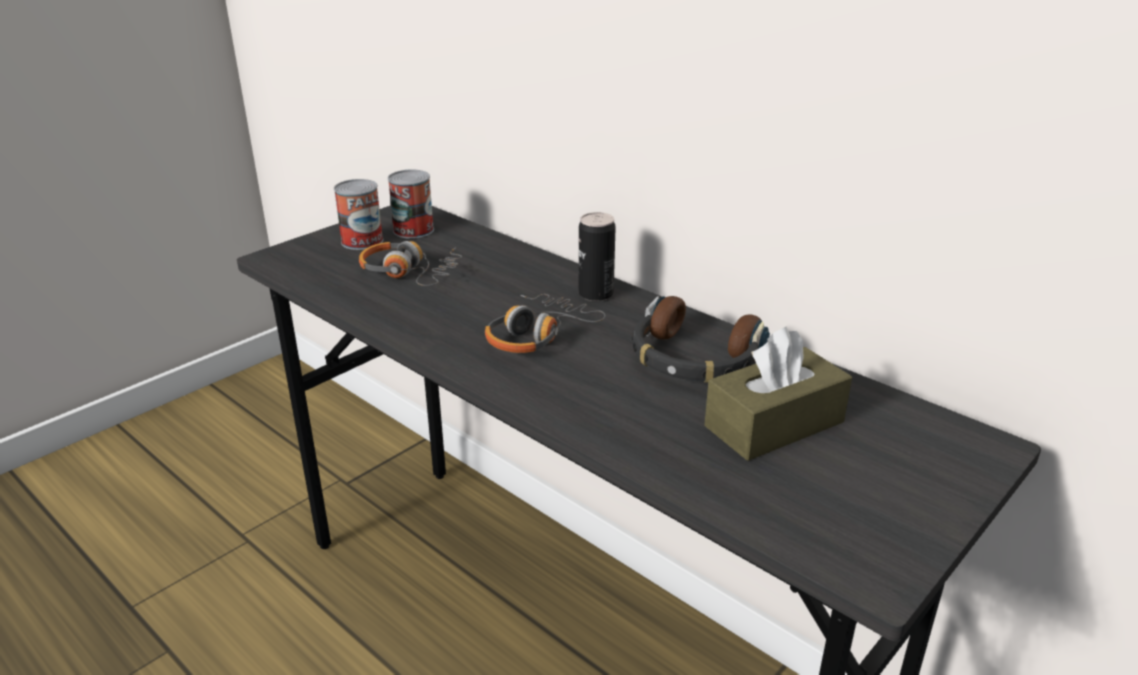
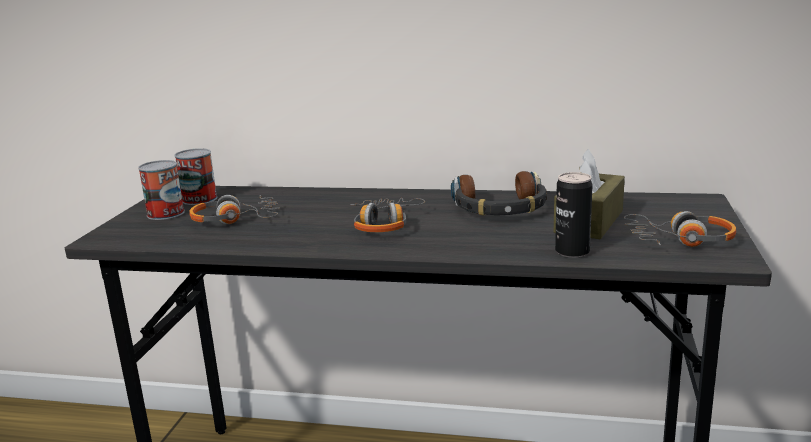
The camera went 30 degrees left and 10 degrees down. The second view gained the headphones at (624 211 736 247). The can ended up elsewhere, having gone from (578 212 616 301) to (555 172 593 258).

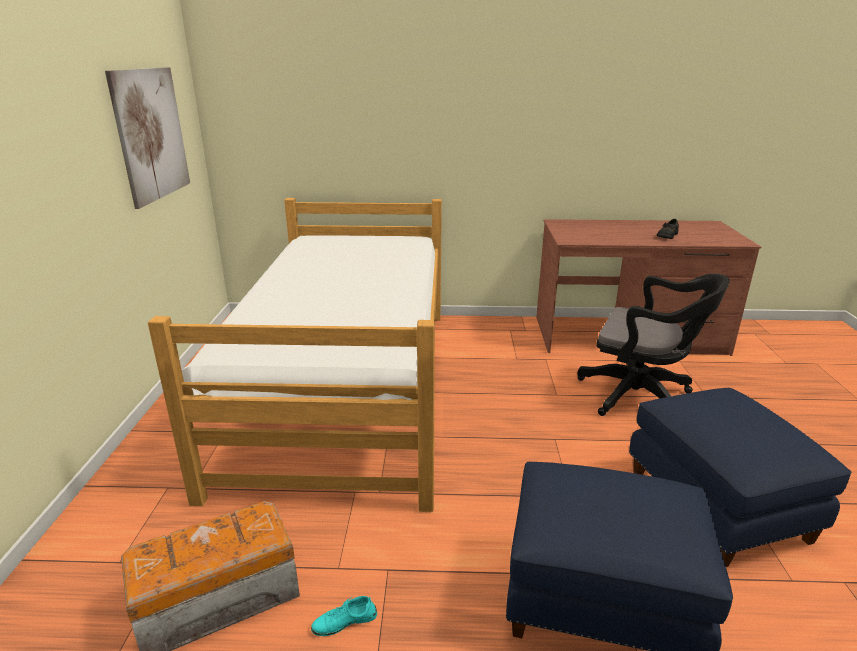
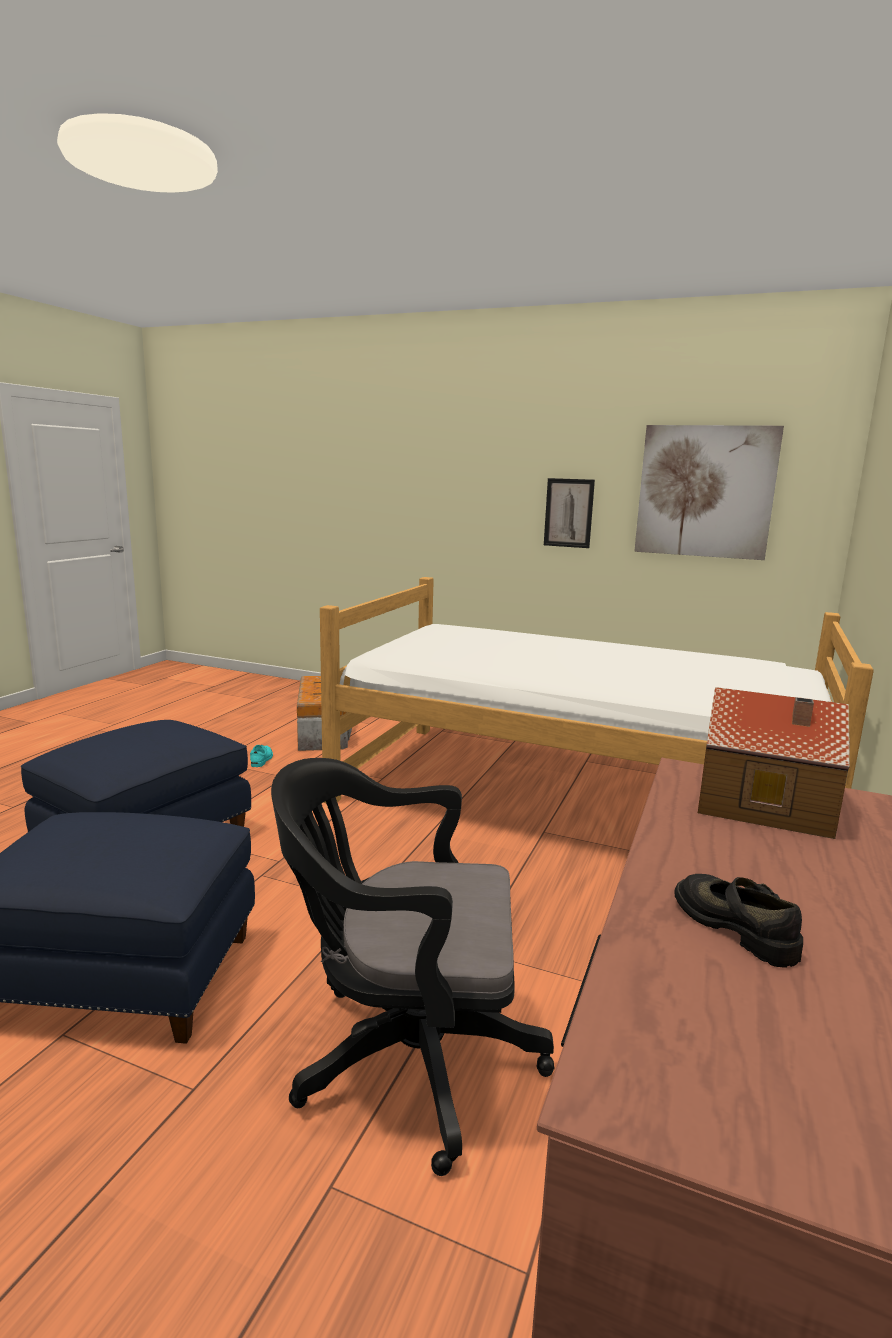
The camera went 110 degrees right and 10 degrees down. The second view gained the picture at (544 478 595 548). The second view gained the toy house at (698 687 850 839). The office chair in black at (577 274 730 416) ended up facing another way, 45 degrees clockwise from before.

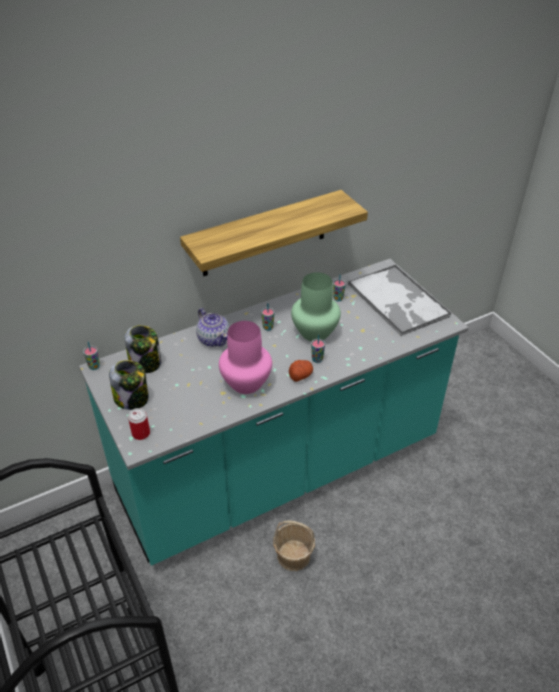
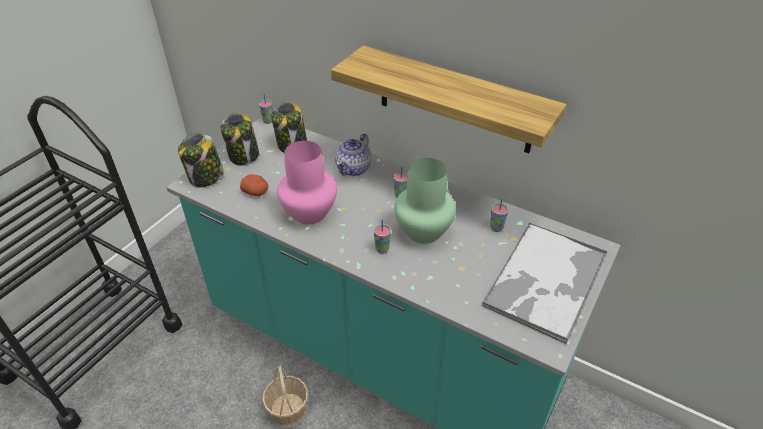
The camera went 60 degrees right and 0 degrees up. The potato ended up elsewhere, having gone from (289 360 313 382) to (240 174 268 196). Where the can stood at (128 408 150 440), the jar came to stand at (178 133 224 188).

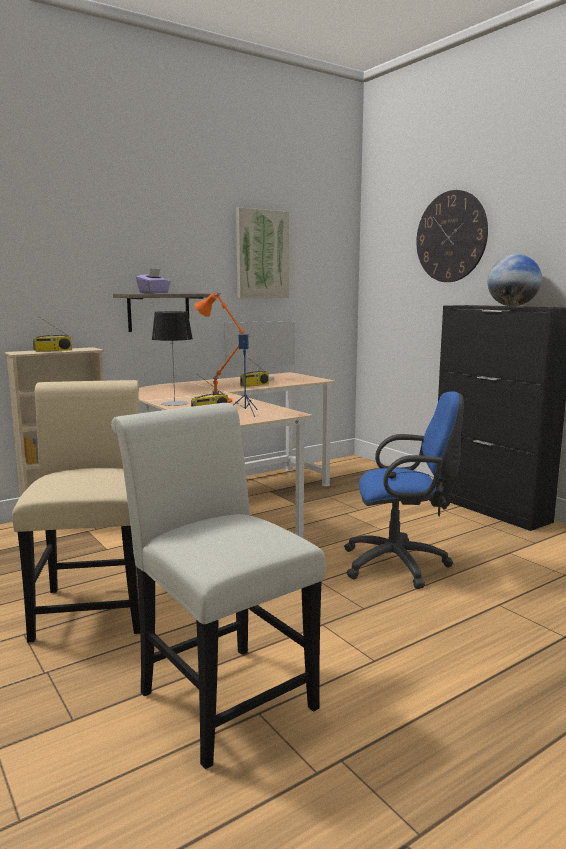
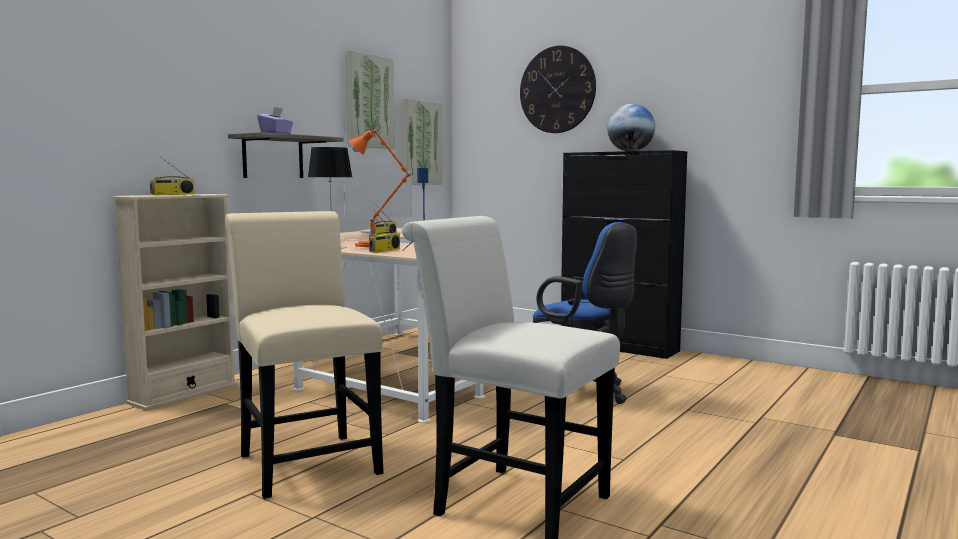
The camera went 20 degrees left and 5 degrees down. The second view gained the picture at (401 98 443 185). The office chair in blue at (344 391 464 589) ended up facing another way, 60 degrees clockwise from before.

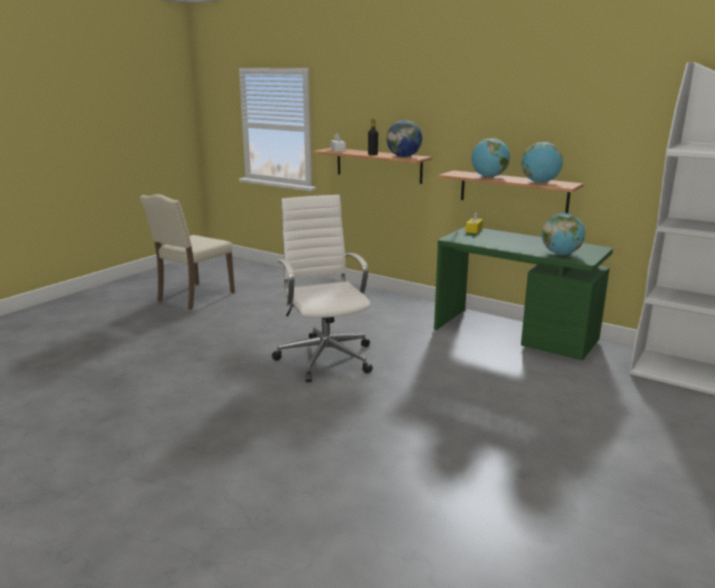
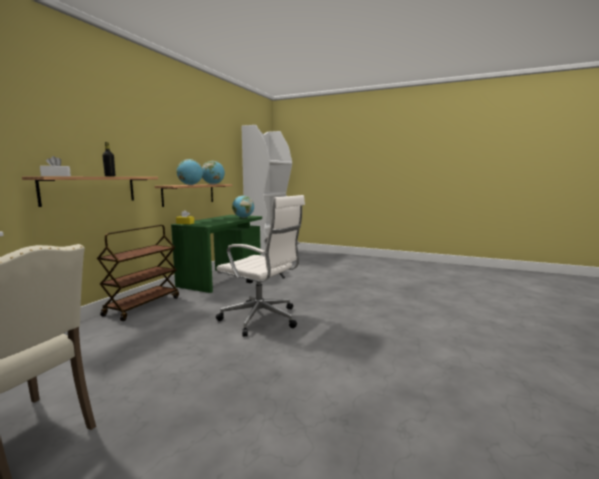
The camera went 100 degrees left and 10 degrees down. The second view lost the globe at (387 120 422 157). The second view gained the cart in brown at (97 225 179 321). The office chair in white at (272 195 373 382) ended up facing another way, 120 degrees counterclockwise from before.

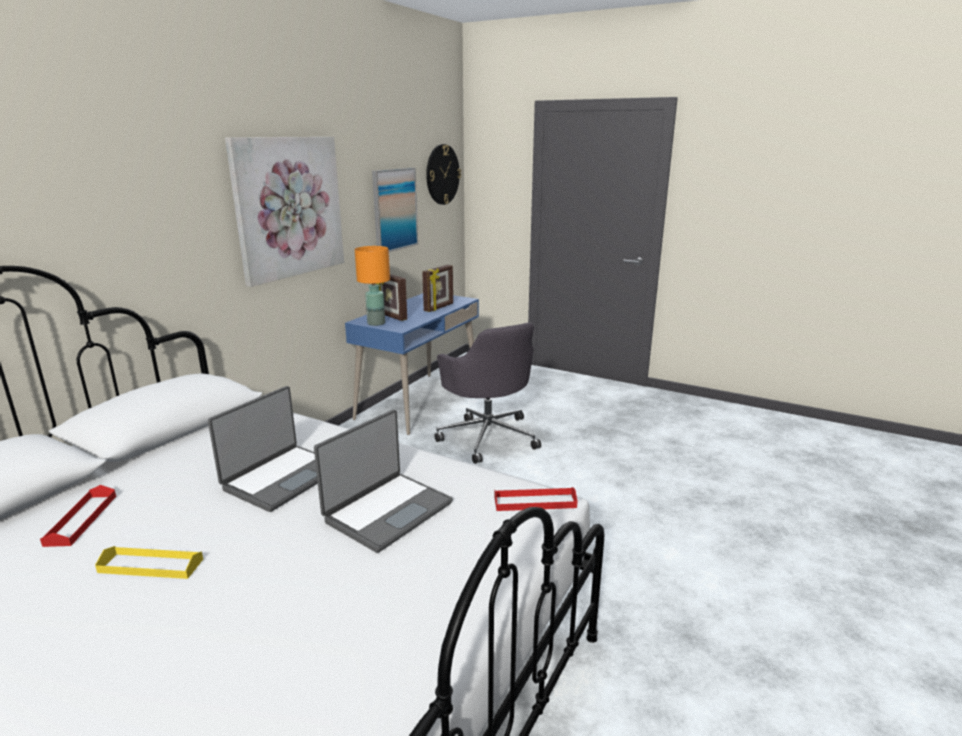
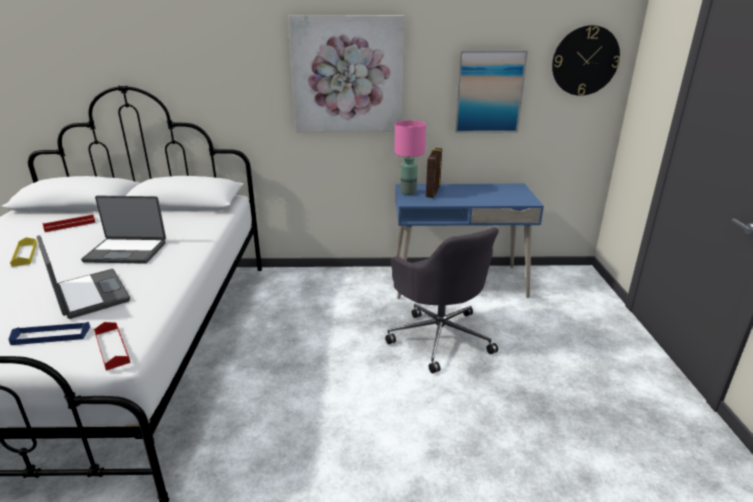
The camera went 60 degrees right and 5 degrees up. The second view lost the picture frame at (422 265 453 312). The second view gained the tray in blue at (8 322 90 345). What was the table lamp in orange at (355 246 390 326) turned into the table lamp in pink at (394 120 426 195). The laptop at (314 409 453 553) ended up facing another way, 135 degrees counterclockwise from before. The office chair in grey at (435 322 541 464) ended up facing another way, 60 degrees counterclockwise from before.

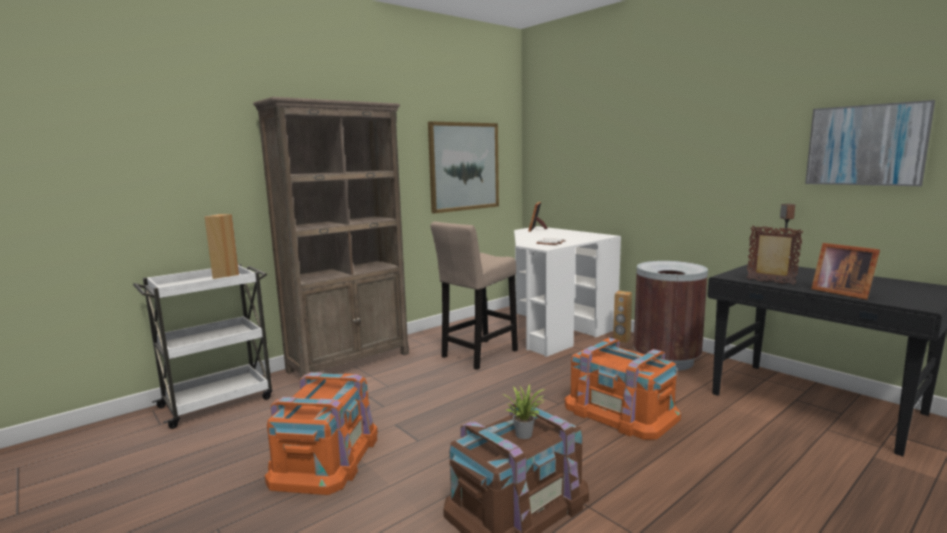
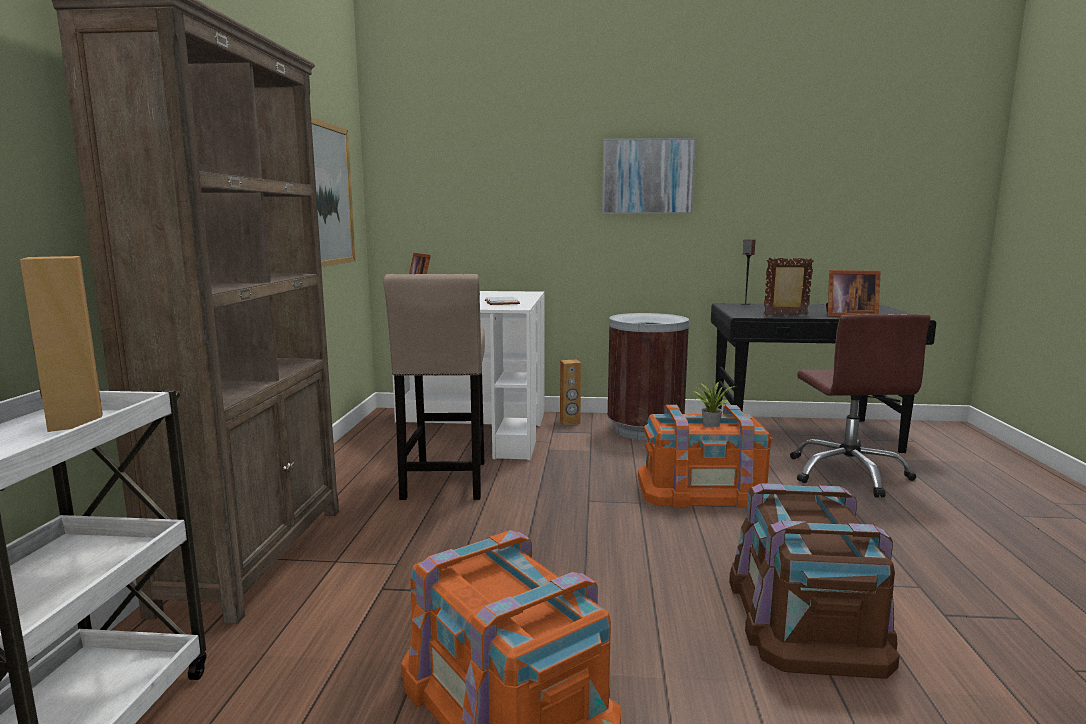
The camera went 45 degrees left and 0 degrees up. The second view gained the office chair in brown at (790 314 931 498). The potted plant ended up elsewhere, having gone from (503 384 545 439) to (693 382 732 427). The picture ended up elsewhere, having gone from (805 100 935 186) to (602 138 696 214).

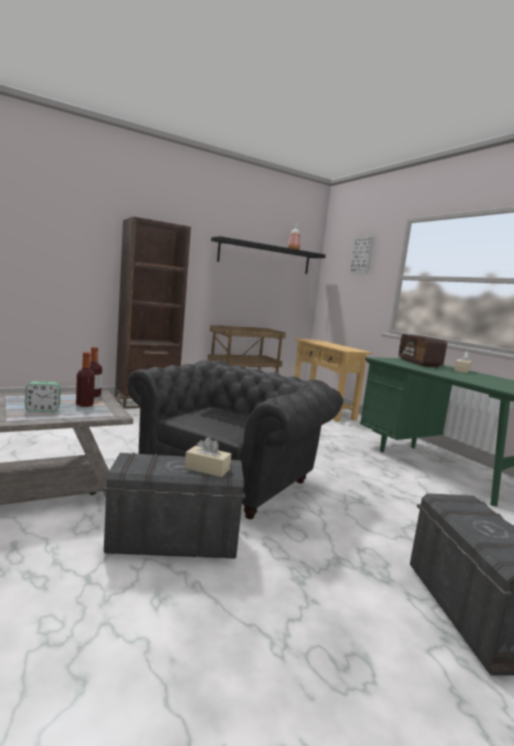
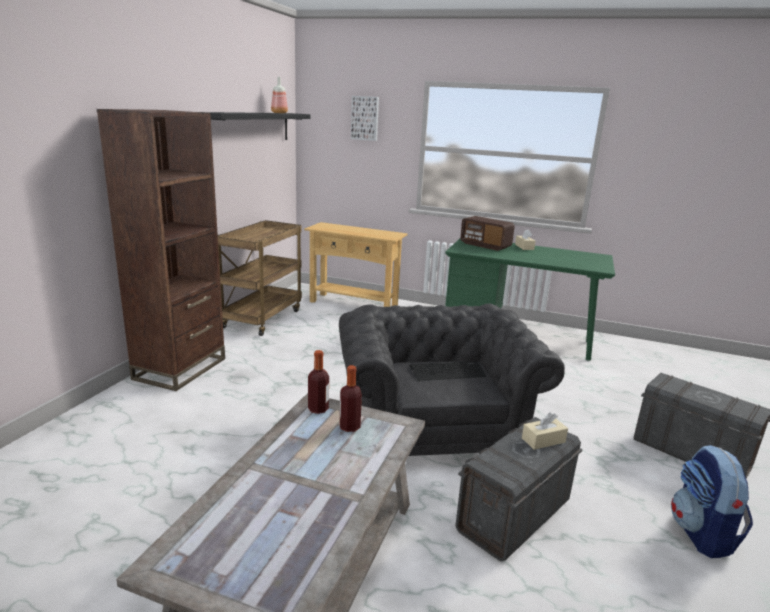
The camera went 40 degrees left and 10 degrees up. The second view lost the alarm clock at (25 381 61 412). The second view gained the backpack at (671 445 753 558).

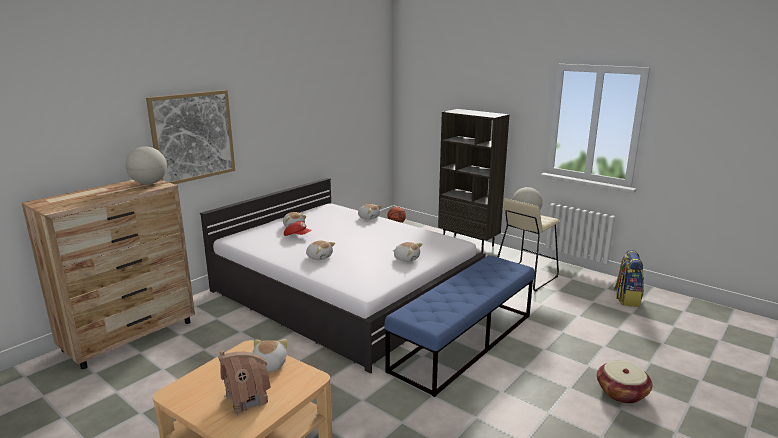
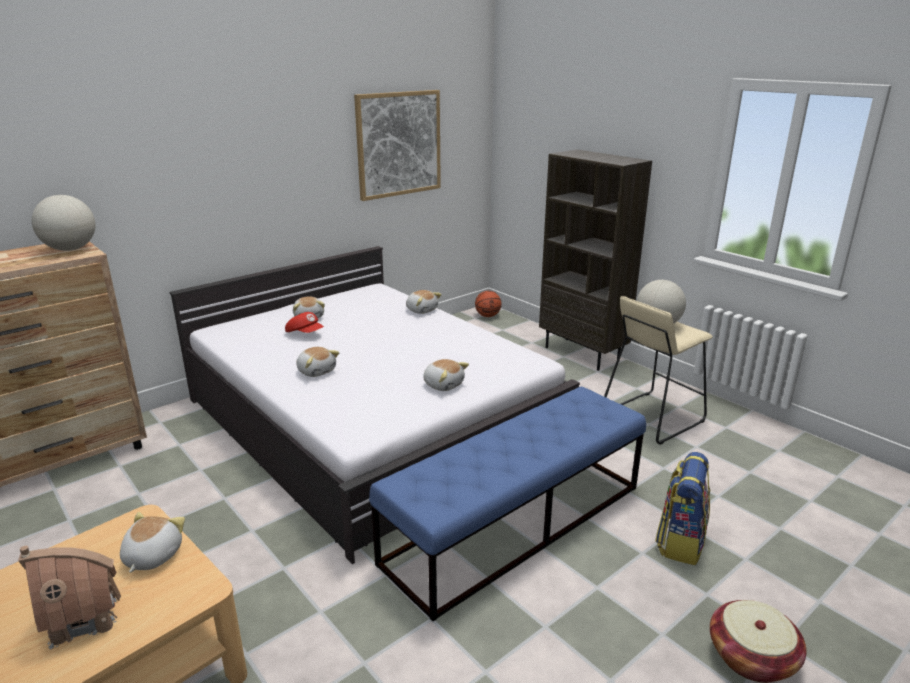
The camera went 10 degrees right and 5 degrees up. The picture ended up elsewhere, having gone from (146 90 235 184) to (354 90 441 201). The backpack ended up elsewhere, having gone from (614 250 644 307) to (655 452 710 565).

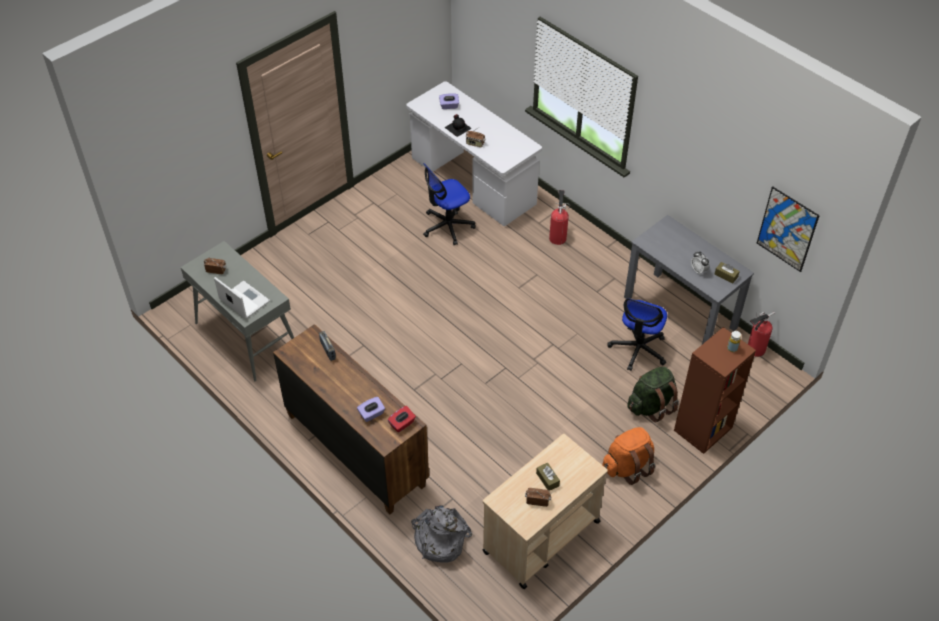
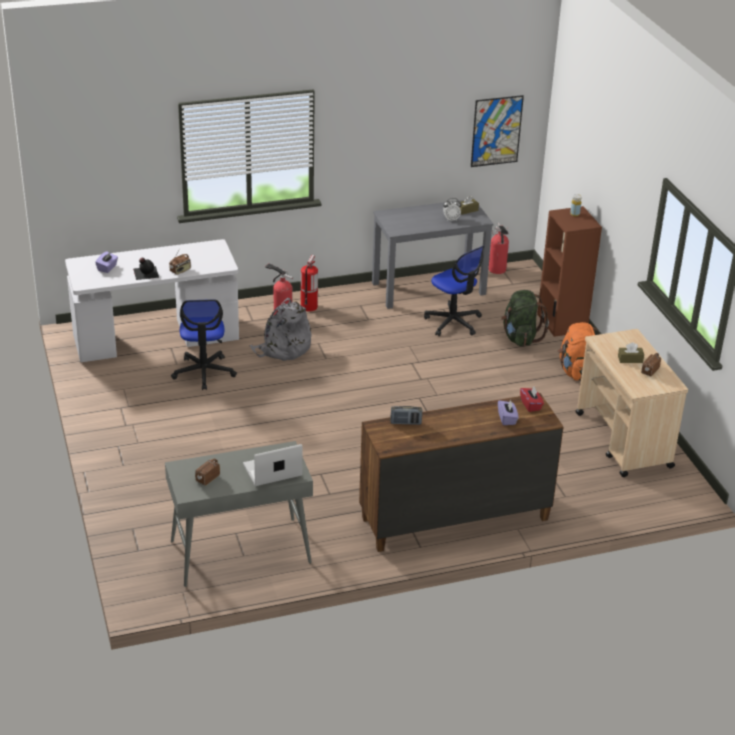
The camera went 65 degrees left and 15 degrees down. The second view gained the fire extinguisher at (301 255 318 312). The backpack in grey ended up elsewhere, having gone from (411 505 472 562) to (249 298 312 361).

